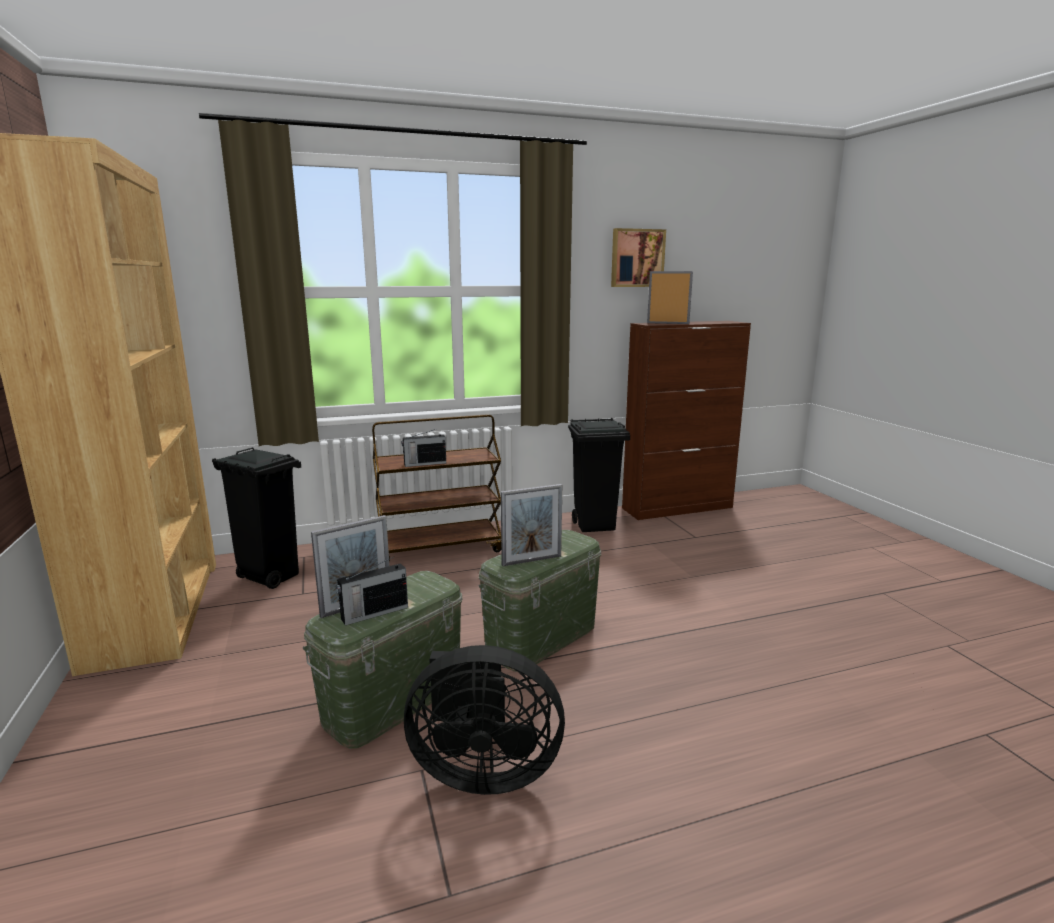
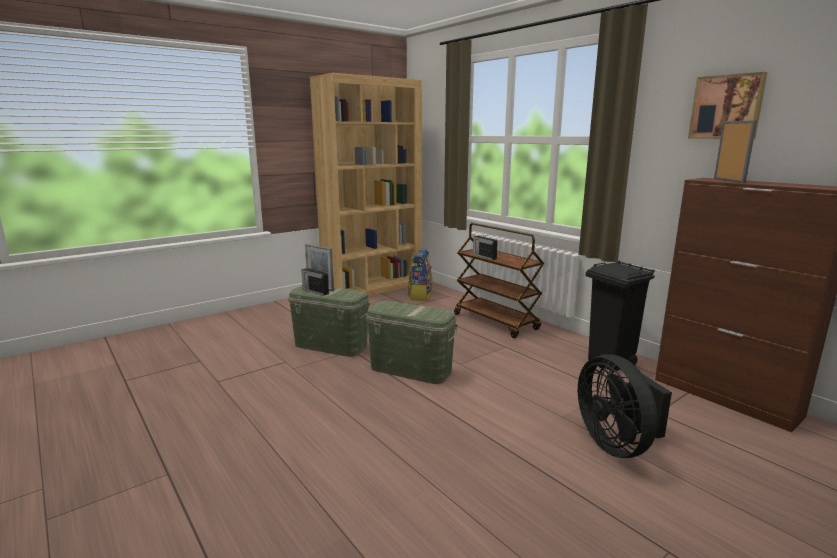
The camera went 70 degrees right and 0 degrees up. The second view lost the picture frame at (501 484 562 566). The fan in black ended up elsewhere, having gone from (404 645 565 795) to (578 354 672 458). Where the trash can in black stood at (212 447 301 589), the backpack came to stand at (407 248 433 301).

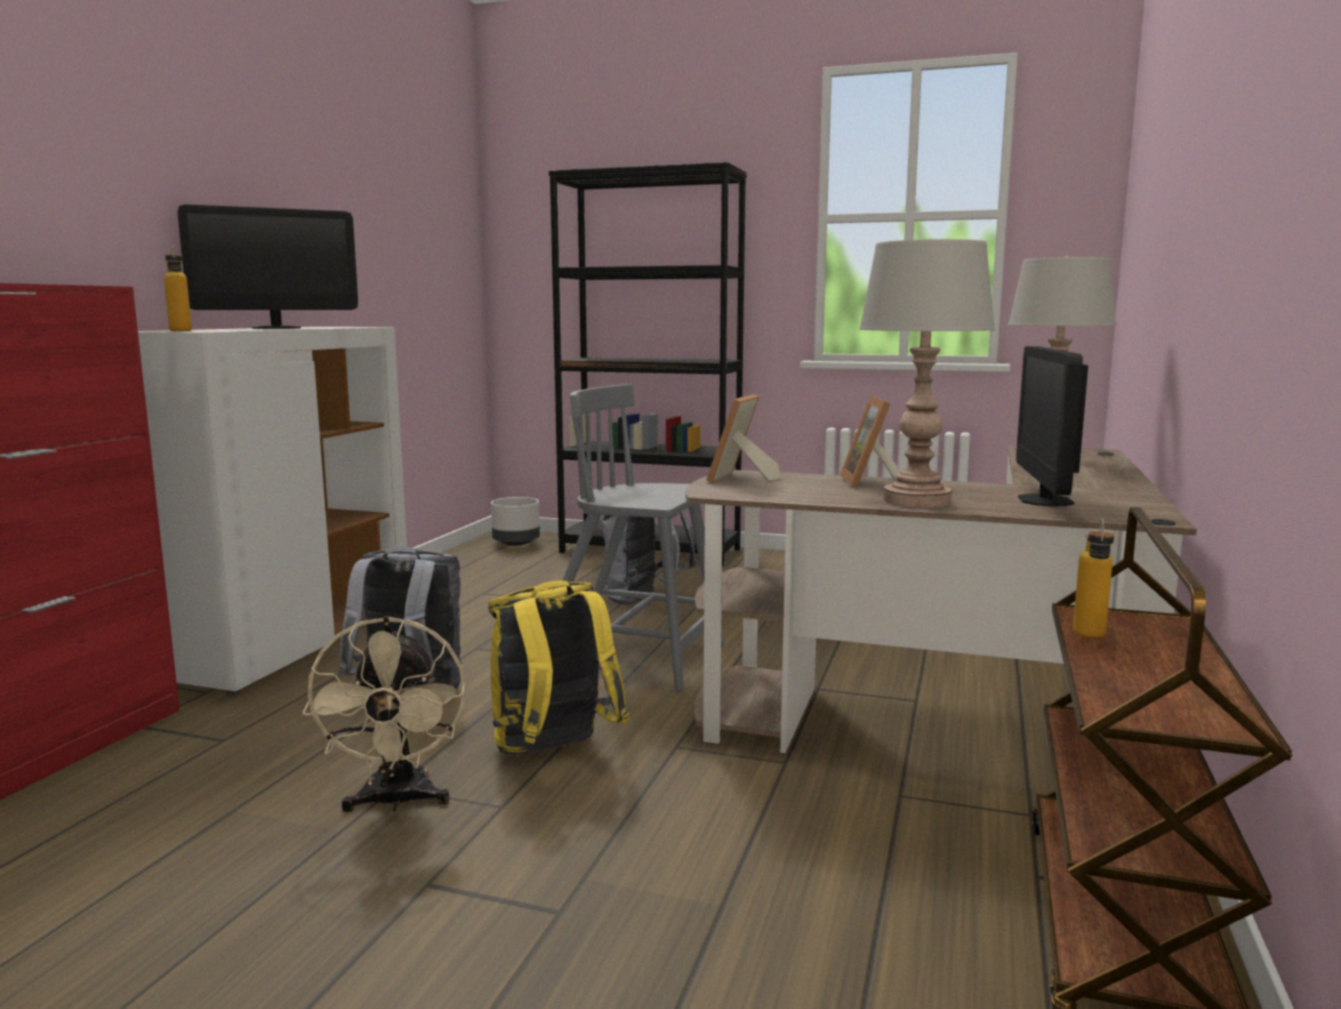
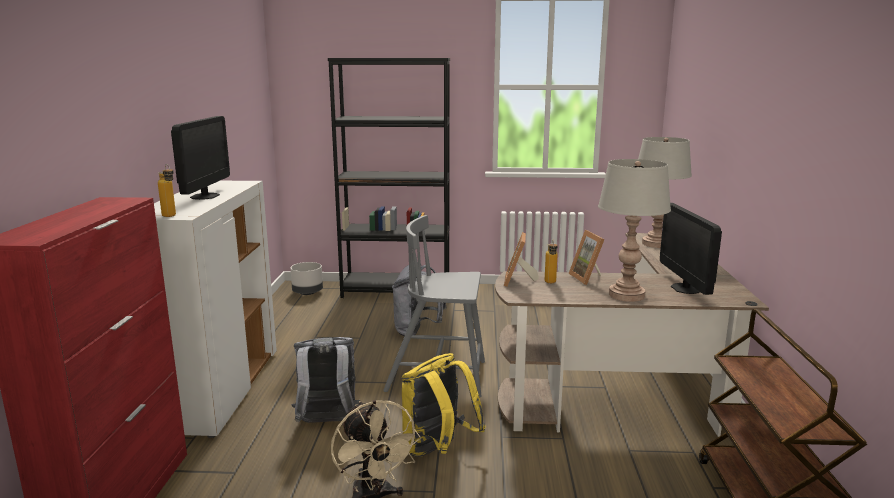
The camera went 15 degrees left and 5 degrees up. The bottle ended up elsewhere, having gone from (1073 519 1114 638) to (545 240 558 283). The monitor at (177 204 358 329) ended up facing another way, 45 degrees counterclockwise from before.

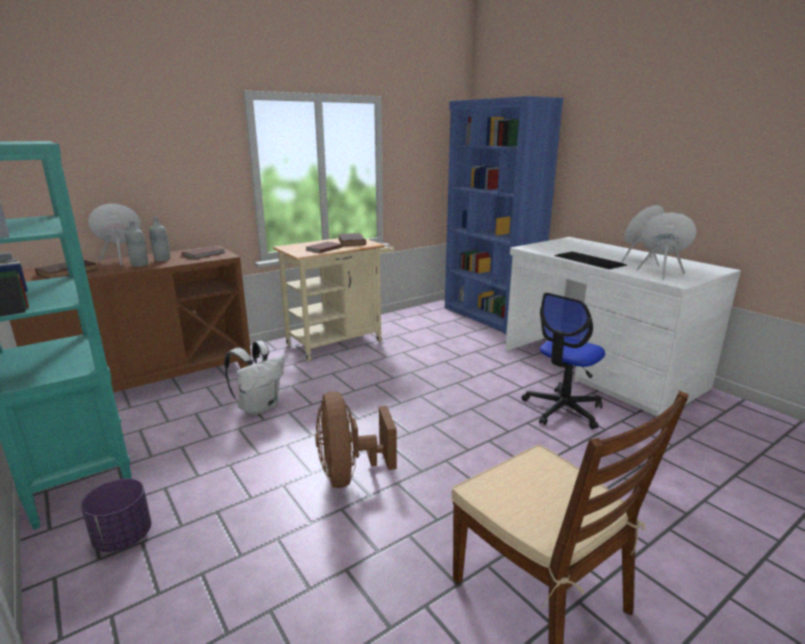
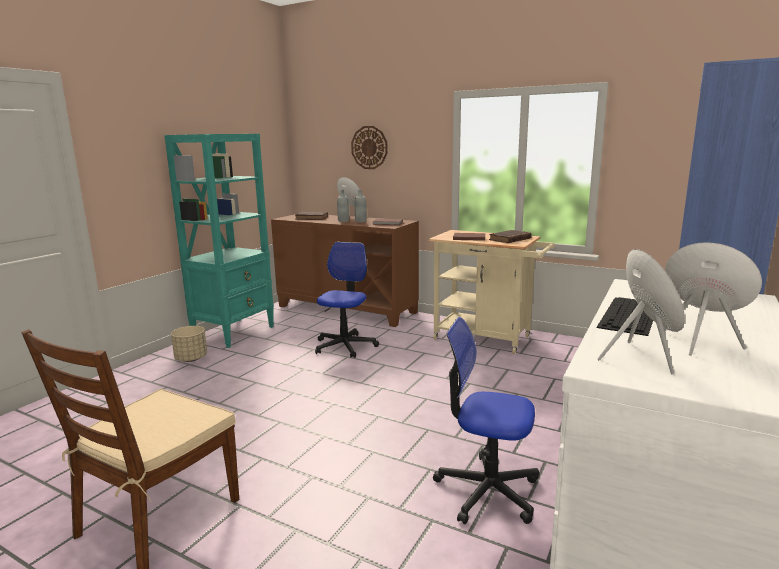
The camera went 65 degrees right and 5 degrees down. The second view lost the fan in brown at (315 391 397 488). The second view gained the wall clock at (351 126 388 169). Where the backpack in white stood at (224 341 284 416), the office chair came to stand at (315 242 379 358). What was the planter in purple at (81 479 151 552) turned into the planter in beige at (171 326 207 362).

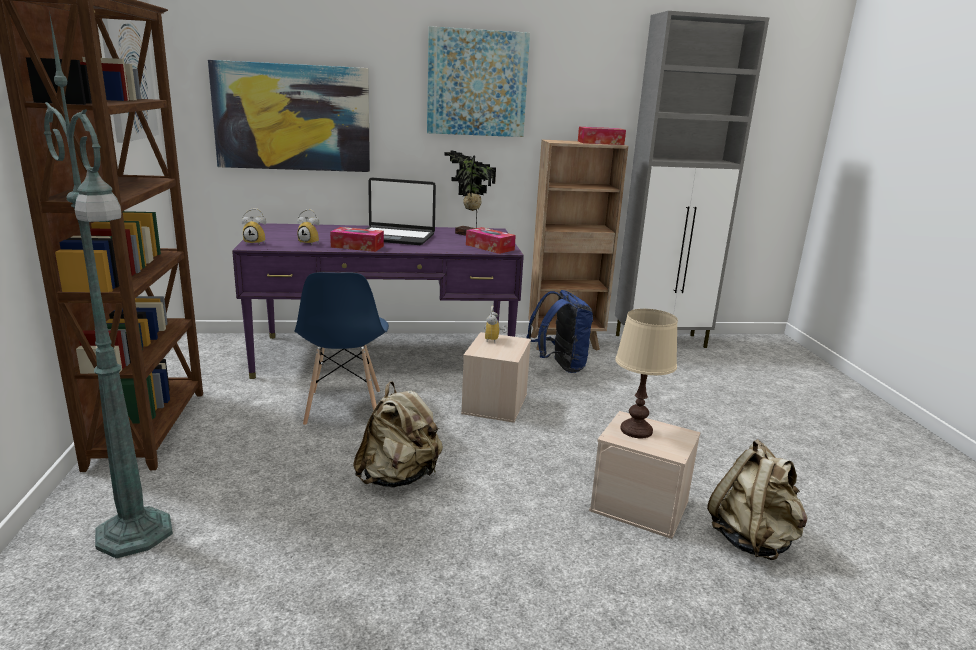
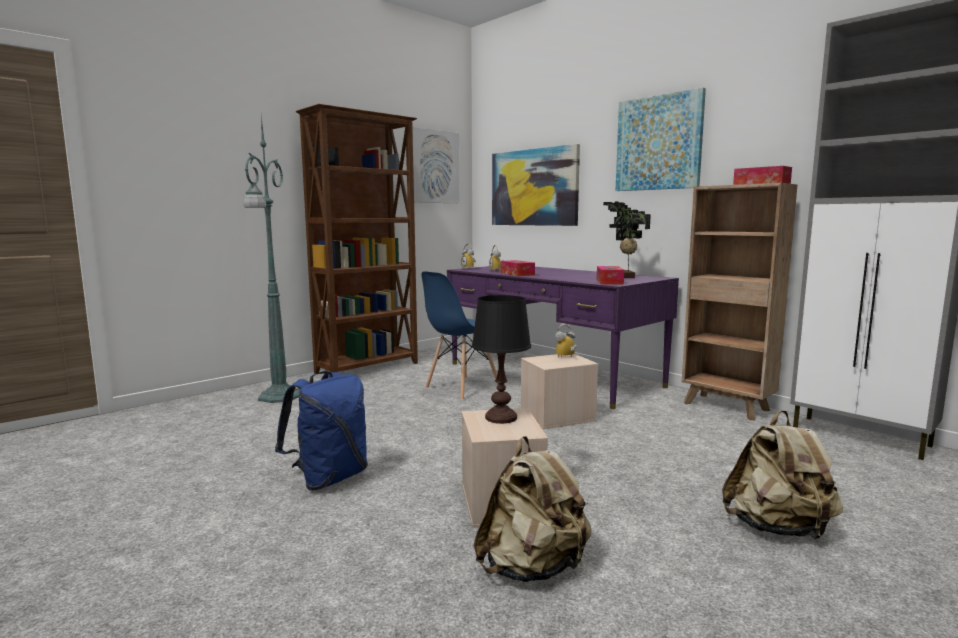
The camera went 55 degrees right and 10 degrees down. The second view lost the laptop at (366 178 436 245). The backpack in beige ended up elsewhere, having gone from (353 381 443 488) to (722 410 843 539). The backpack in blue ended up elsewhere, having gone from (526 290 593 373) to (275 371 368 491). What was the table lamp in beige at (615 309 678 439) turned into the table lamp in black at (472 295 531 424).

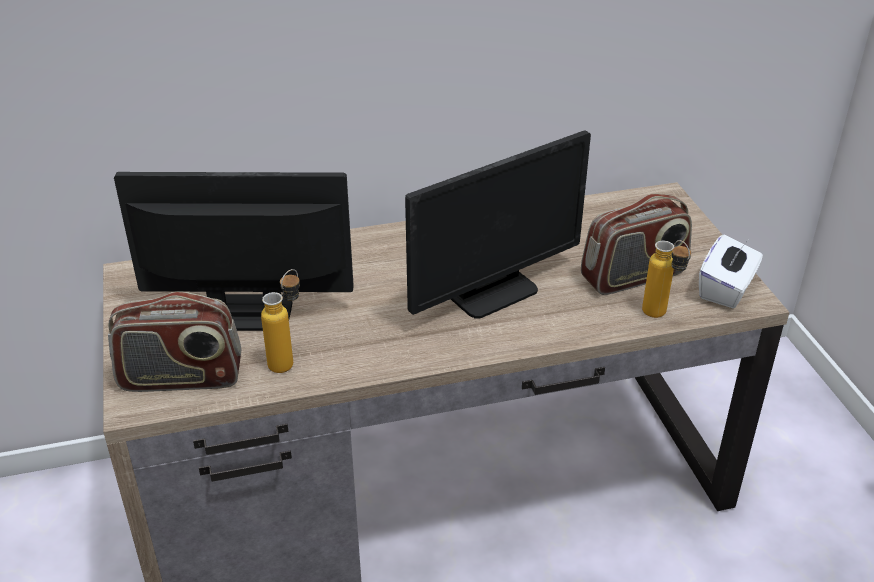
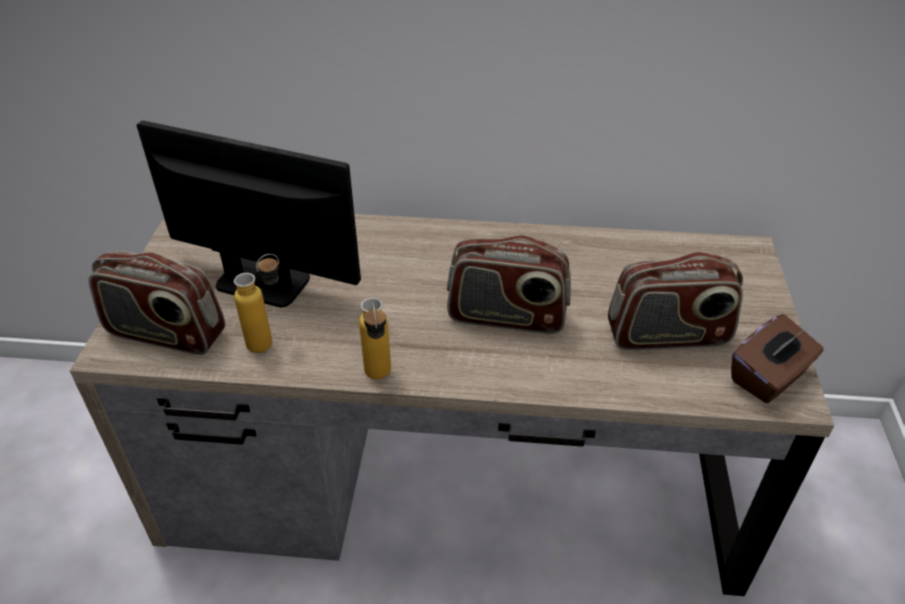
The camera went 20 degrees right and 5 degrees up. The bottle ended up elsewhere, having gone from (642 240 691 318) to (359 298 391 379). Where the monitor stood at (405 130 591 319), the radio came to stand at (447 235 571 334). What was the tissue box in white at (699 234 763 308) turned into the tissue box in brown at (731 314 824 403).

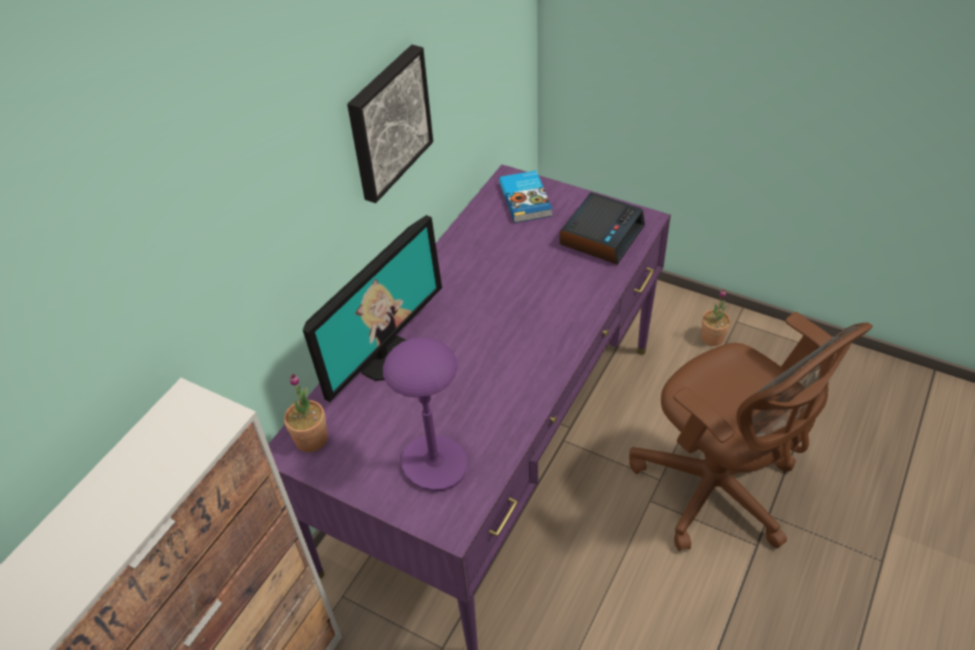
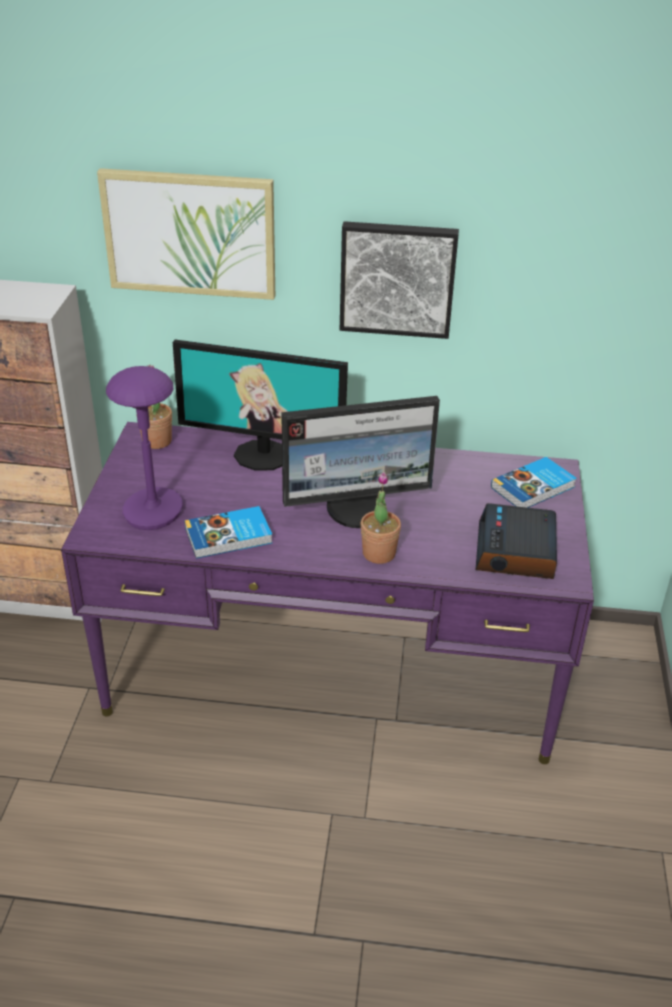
The camera went 65 degrees right and 10 degrees down. The second view lost the office chair in brown at (629 312 873 551). The second view gained the picture at (97 168 275 300). The second view gained the book at (185 506 272 559). The second view gained the monitor at (281 396 440 528). The potted plant ended up elsewhere, having gone from (701 289 730 346) to (361 472 401 564). The alarm clock at (560 192 645 265) ended up facing another way, 90 degrees clockwise from before.

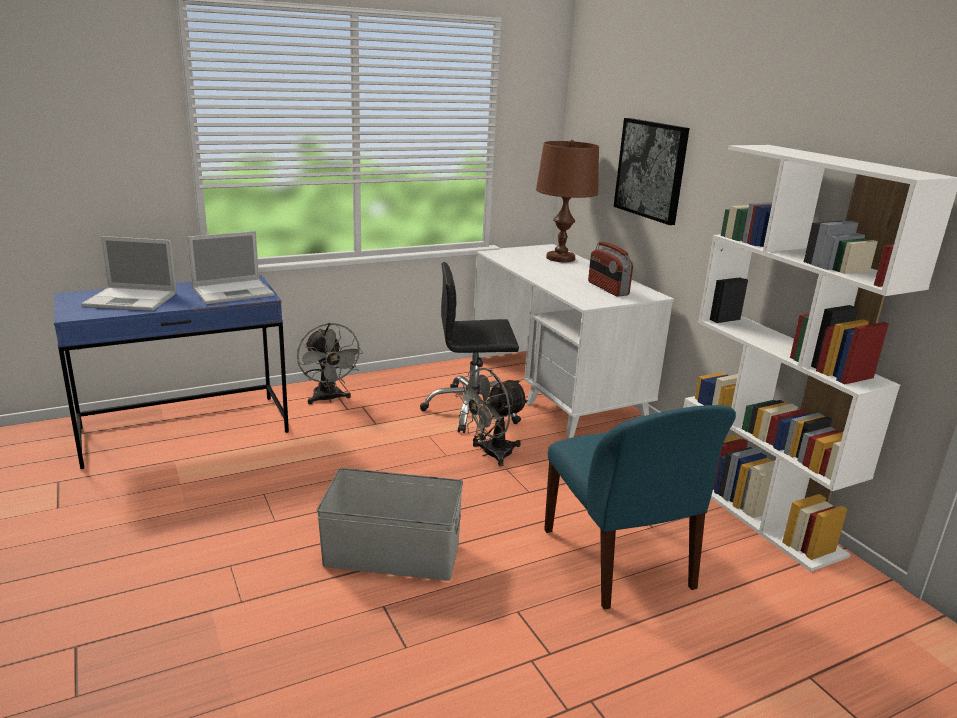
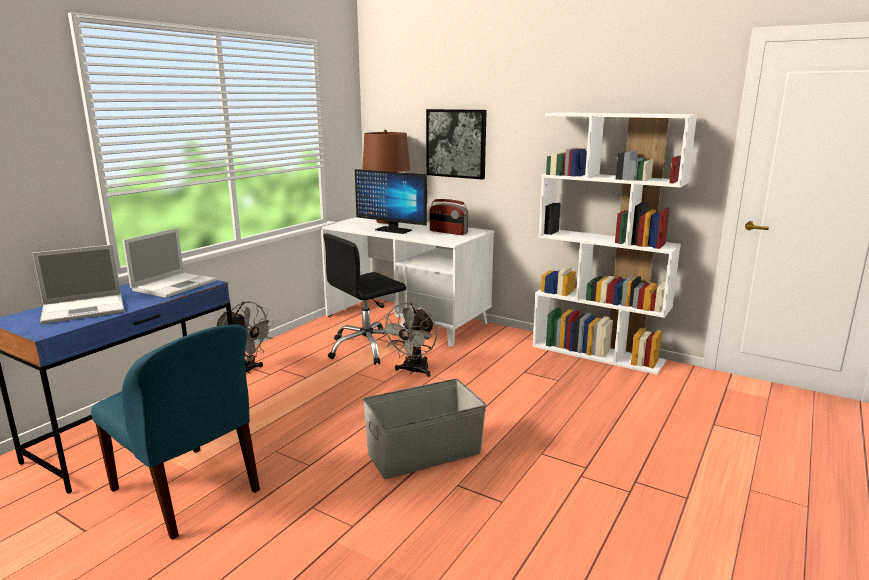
The camera went 30 degrees left and 5 degrees down. The second view gained the monitor at (355 169 427 234). The chair in blue ended up elsewhere, having gone from (544 405 736 610) to (91 324 260 540).

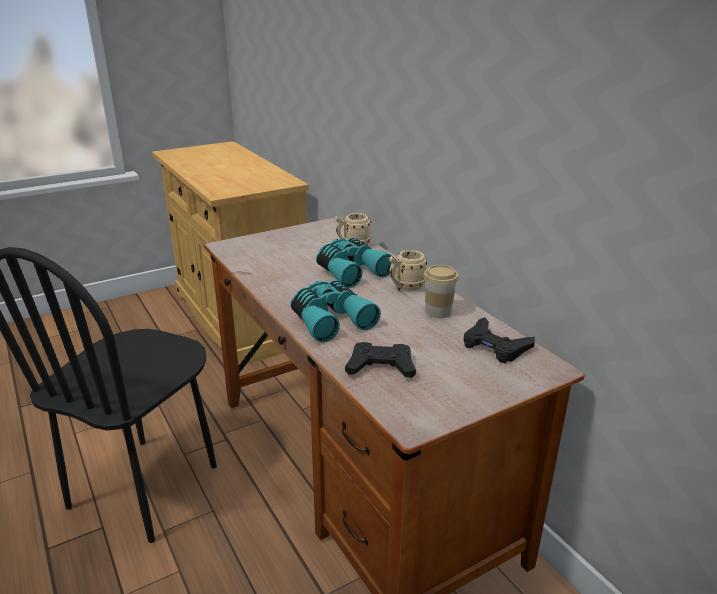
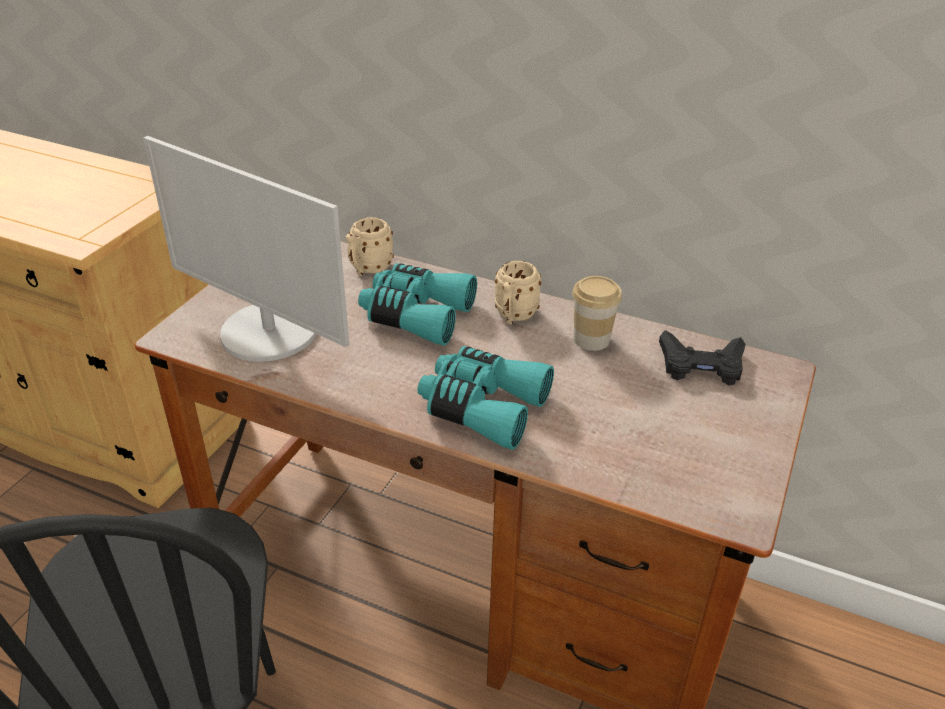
The camera went 35 degrees left and 10 degrees up. The second view lost the game controller in black at (345 342 416 378). The second view gained the monitor at (143 136 349 362).

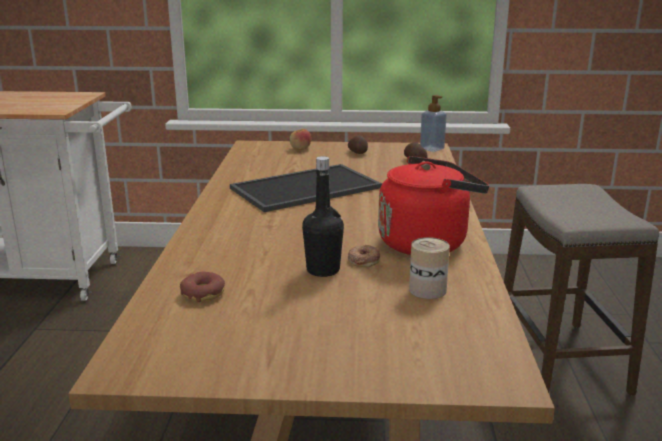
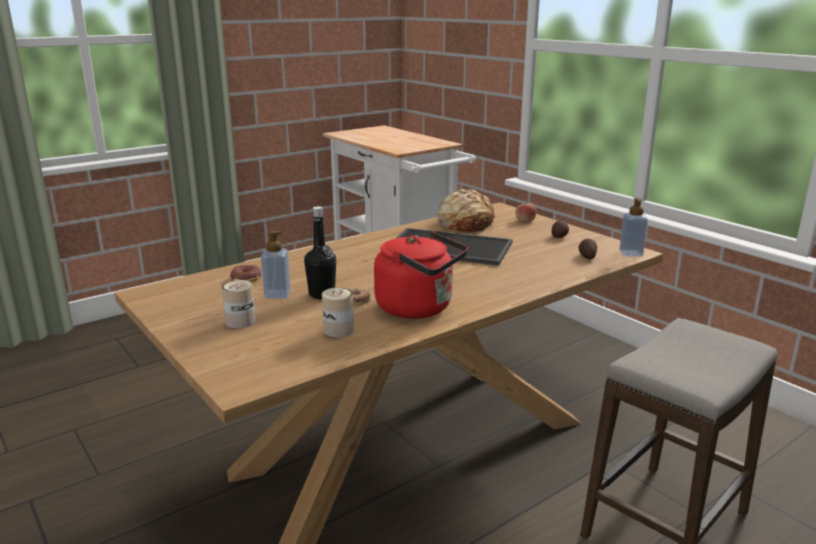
The camera went 50 degrees right and 0 degrees up. The second view gained the can at (222 280 256 329). The second view gained the soap dispenser at (261 231 291 299). The second view gained the bread at (437 189 495 232).

